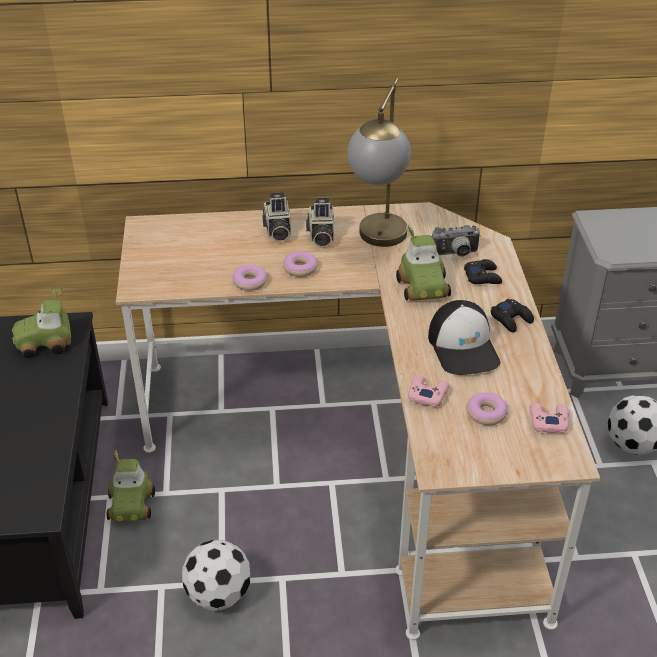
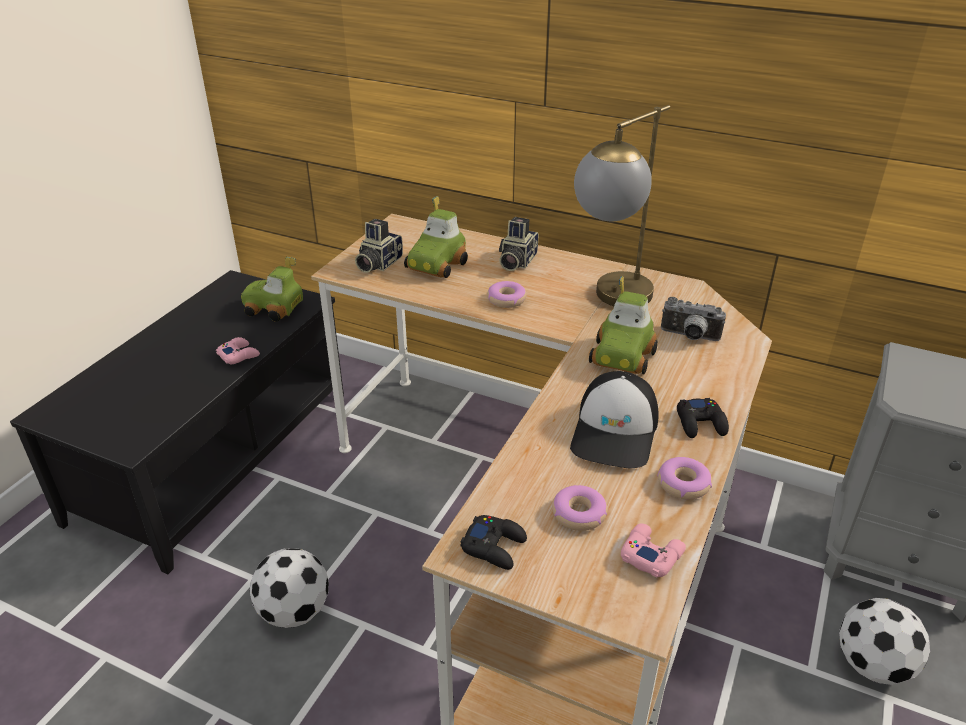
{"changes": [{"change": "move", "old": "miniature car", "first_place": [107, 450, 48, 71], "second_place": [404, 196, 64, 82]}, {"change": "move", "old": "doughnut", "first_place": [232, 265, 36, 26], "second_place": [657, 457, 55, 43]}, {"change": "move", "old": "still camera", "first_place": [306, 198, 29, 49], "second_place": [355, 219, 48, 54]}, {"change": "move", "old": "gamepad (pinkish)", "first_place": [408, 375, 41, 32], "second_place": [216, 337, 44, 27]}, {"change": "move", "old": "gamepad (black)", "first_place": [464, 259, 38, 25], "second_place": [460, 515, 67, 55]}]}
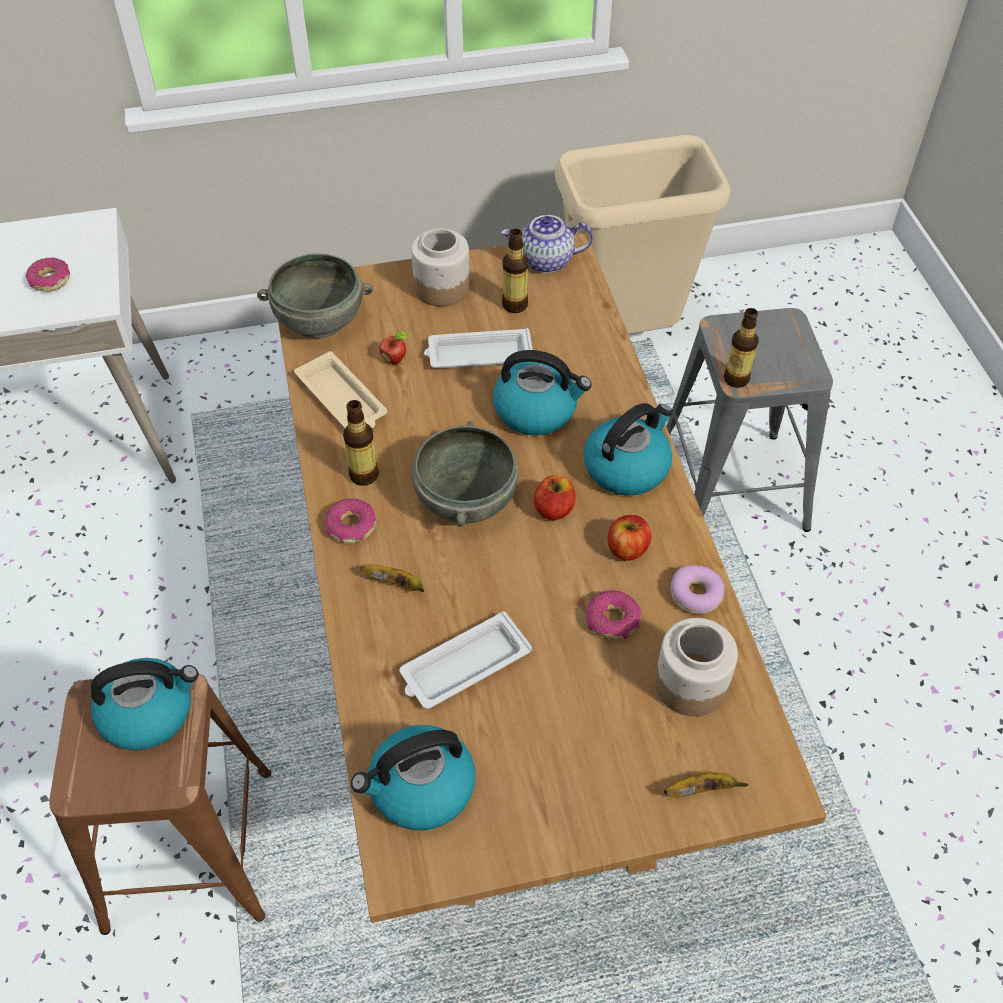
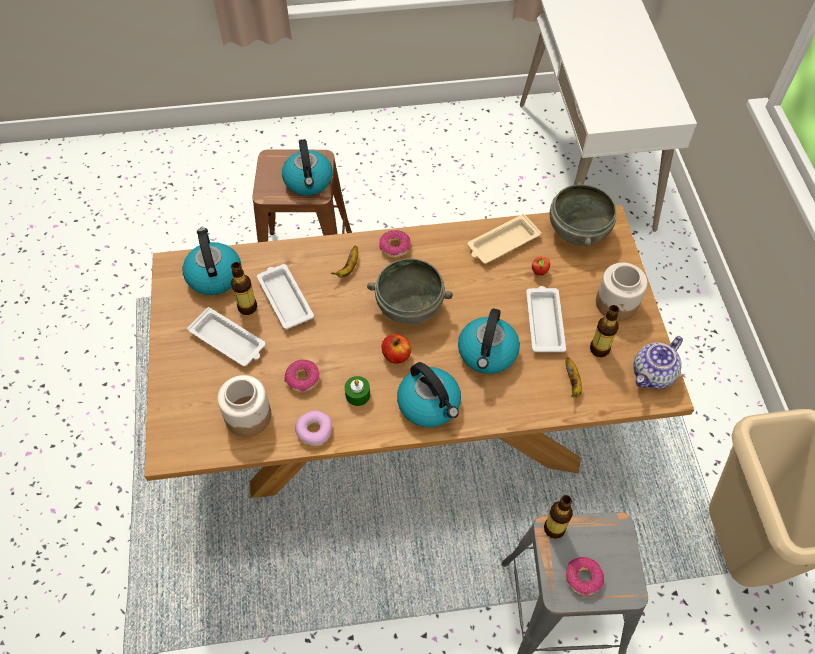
{"changes": [{"change": "insert", "new": "carrying tray (white-coloured)", "second_place": [187, 307, 78, 59]}, {"change": "move", "old": "doughnut", "first_place": [26, 258, 44, 34], "second_place": [566, 557, 38, 39]}, {"change": "move", "old": "beverage bottle", "first_place": [343, 400, 36, 86], "second_place": [231, 262, 26, 53]}, {"change": "move", "old": "banana", "first_place": [664, 772, 85, 26], "second_place": [566, 357, 16, 40]}, {"change": "replace", "old": "whole apple", "new": "wax candle (green-coloured)", "first_place": [608, 515, 44, 46], "second_place": [345, 376, 25, 30]}, {"change": "rotate", "old": "teapot", "first_place": [501, 215, 92, 58], "second_place": [633, 336, 50, 53], "degrees": -135}]}
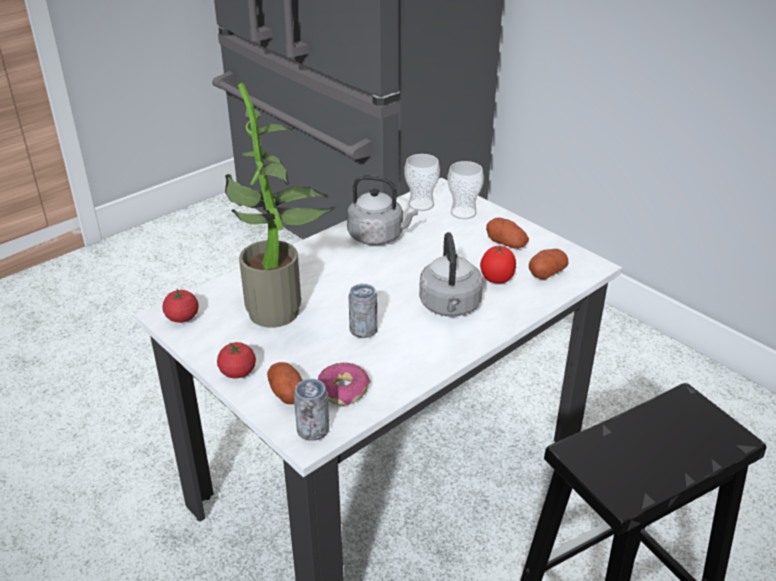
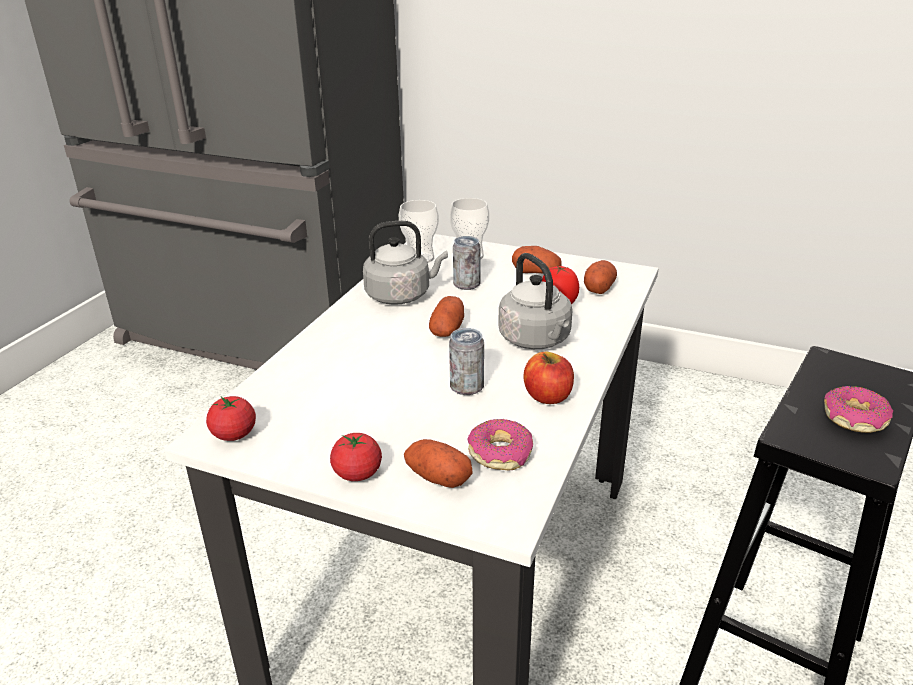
{"changes": [{"change": "delete", "old": "houseplant", "first_place": [225, 83, 111, 245]}, {"change": "insert", "new": "spud", "second_place": [429, 296, 35, 41]}, {"change": "insert", "new": "whole apple", "second_place": [523, 352, 51, 52]}, {"change": "insert", "new": "doughnut", "second_place": [824, 386, 69, 47]}, {"change": "move", "old": "can", "first_place": [294, 379, 35, 62], "second_place": [453, 236, 28, 54]}]}
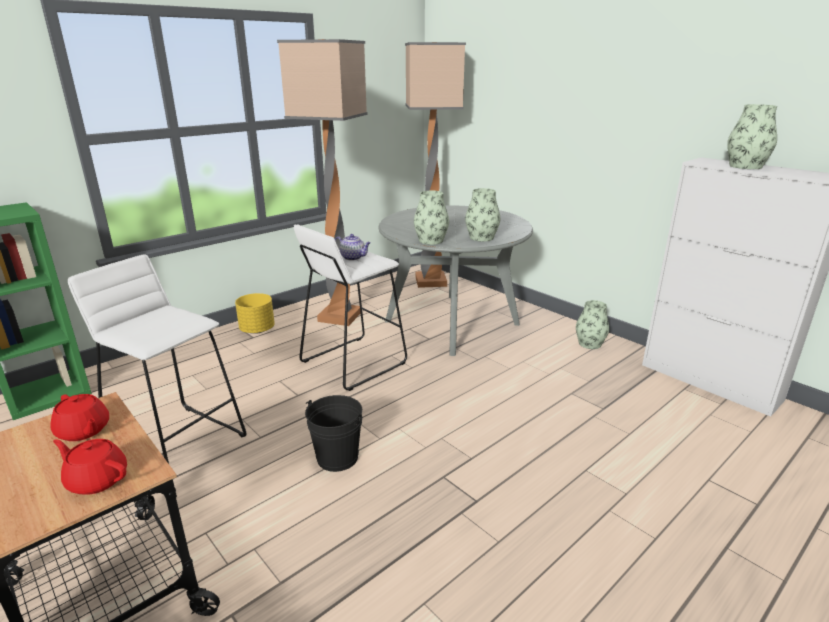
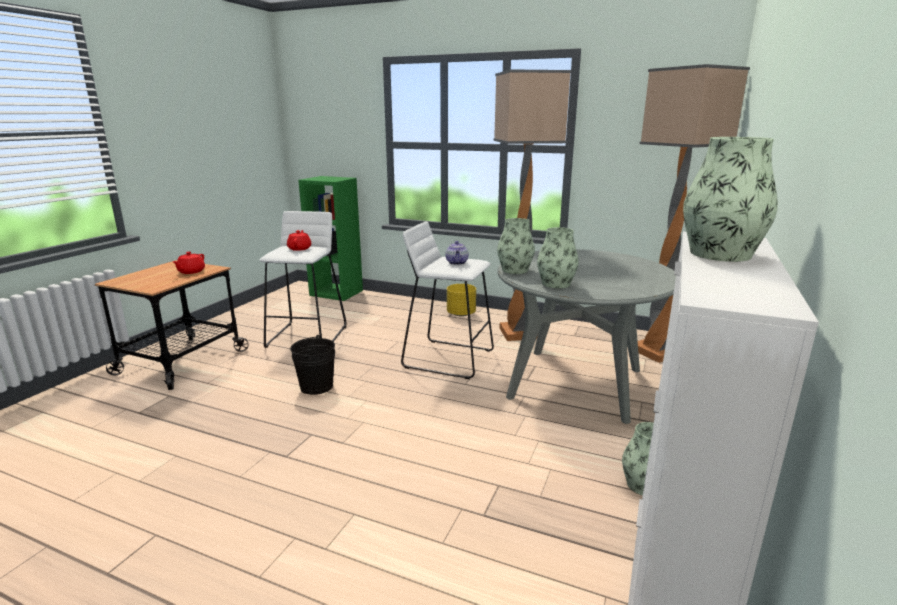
{"changes": [{"change": "move", "old": "teapot (red)", "first_place": [53, 439, 74, 56], "second_place": [287, 230, 24, 21]}]}
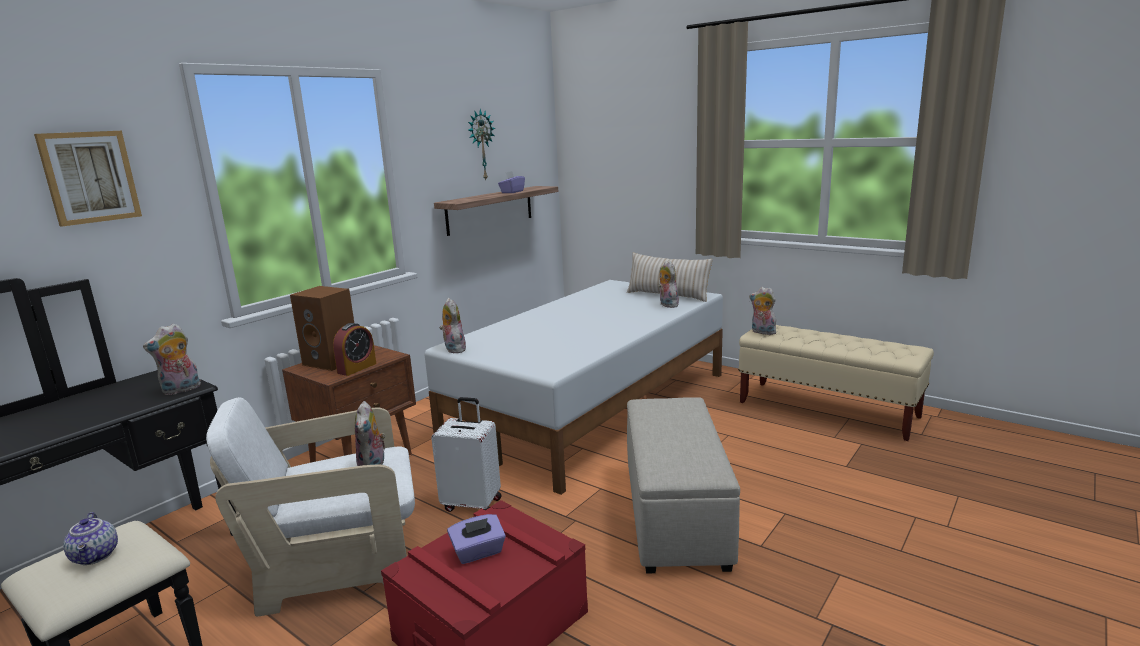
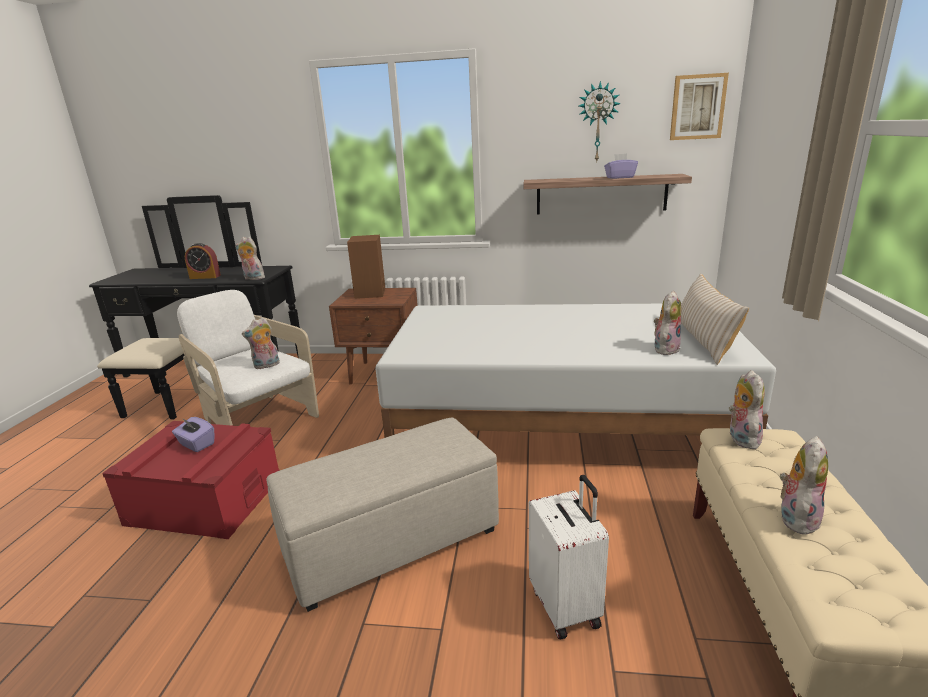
{"changes": [{"change": "delete", "old": "teapot", "first_place": [63, 512, 55, 53]}, {"change": "move", "old": "picture", "first_place": [34, 131, 108, 95], "second_place": [670, 73, 59, 67]}, {"change": "move", "old": "table clock", "first_place": [333, 323, 43, 53], "second_place": [185, 243, 36, 36]}, {"change": "move", "old": "travel case (white-coloured)", "first_place": [431, 397, 70, 115], "second_place": [529, 475, 80, 164]}, {"change": "move", "old": "cuddly toy", "first_place": [439, 298, 27, 55], "second_place": [780, 436, 48, 99]}]}
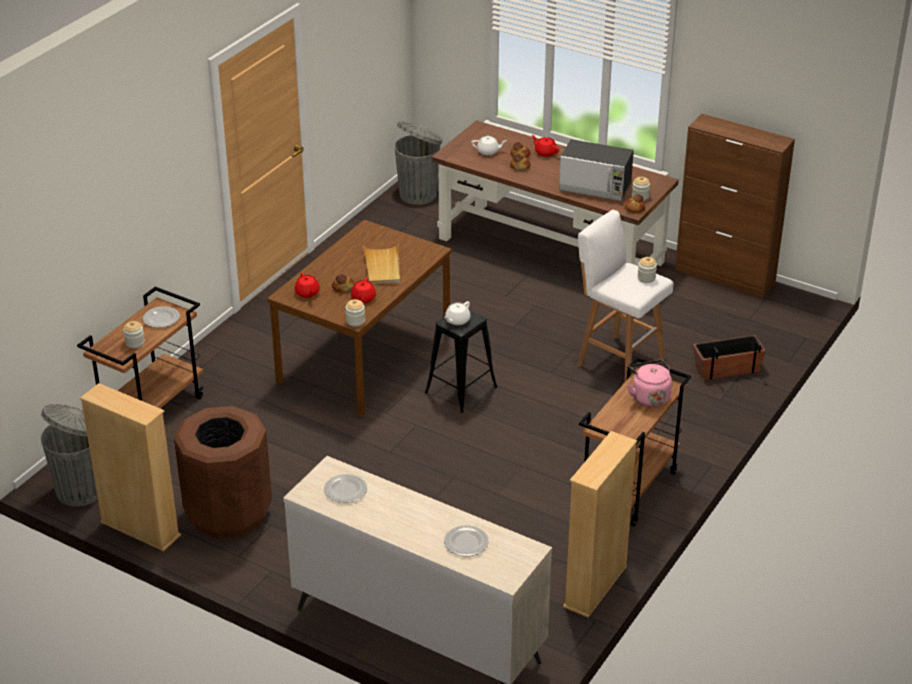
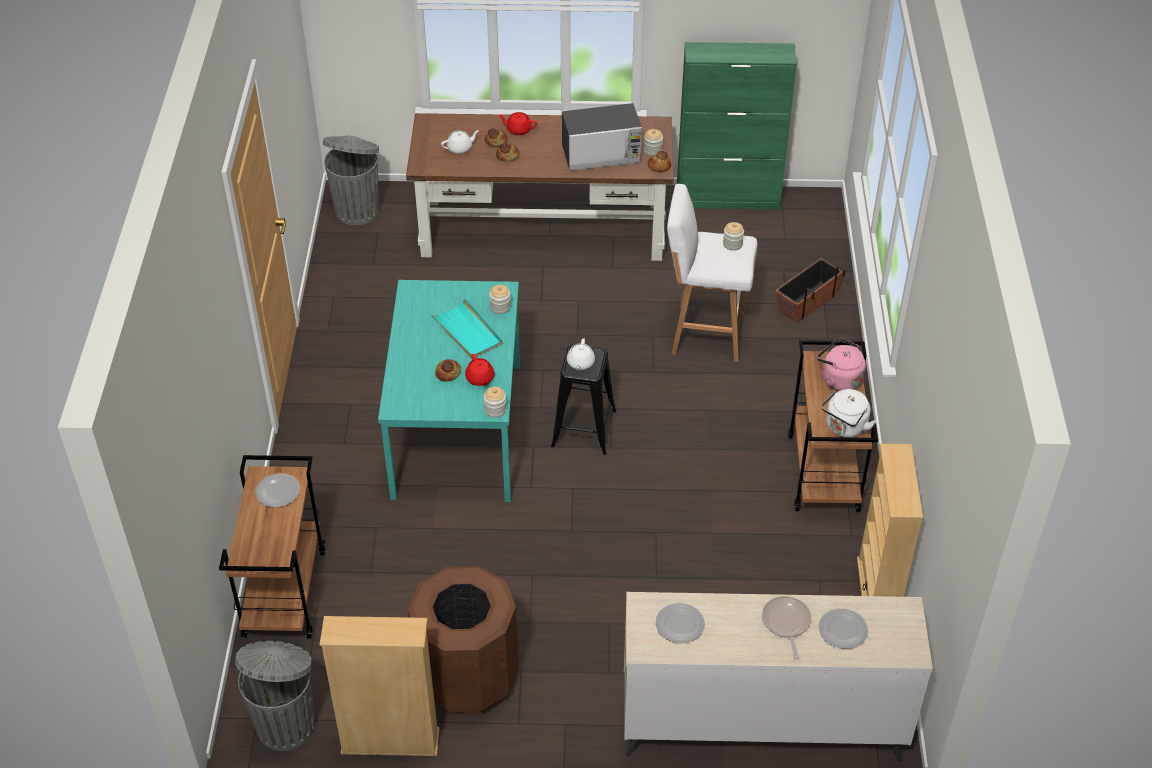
{"changes": [{"change": "delete", "old": "teapot (red)", "first_place": [295, 273, 25, 25]}, {"change": "insert", "new": "skillet", "second_place": [762, 596, 49, 63]}, {"change": "insert", "new": "kettle (white-coloured)", "second_place": [821, 389, 55, 48]}, {"change": "move", "old": "storage jar", "first_place": [123, 321, 22, 27], "second_place": [489, 285, 22, 29]}, {"change": "recolor", "old": "dinner table (brown-coloured)", "new": "dinner table (turquoise)", "first_place": [267, 220, 185, 196], "second_place": [378, 280, 142, 222]}, {"change": "recolor", "old": "carrying tray (beige-coloured)", "new": "carrying tray (turquoise)", "first_place": [363, 244, 37, 40], "second_place": [430, 298, 73, 61]}, {"change": "recolor", "old": "cupboard (brown-coloured)", "new": "cupboard (green-coloured)", "first_place": [675, 114, 120, 184], "second_place": [677, 42, 120, 167]}]}
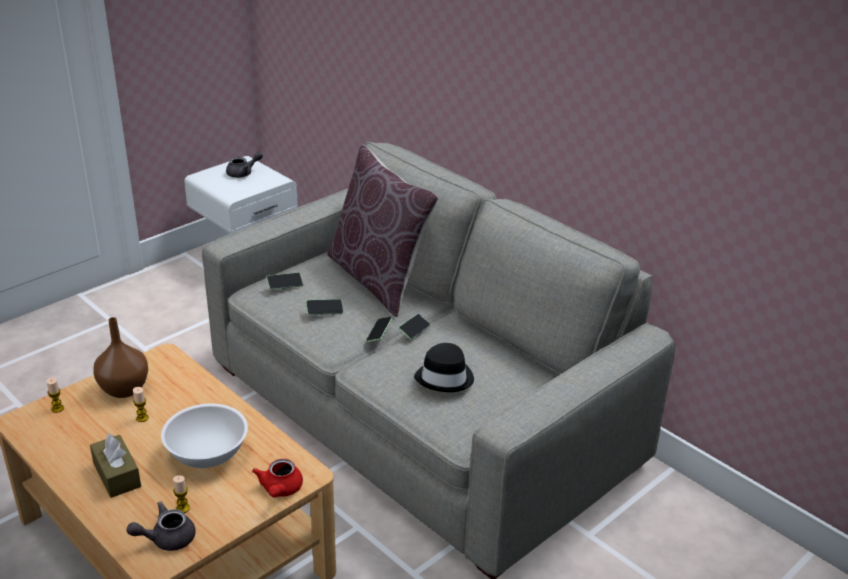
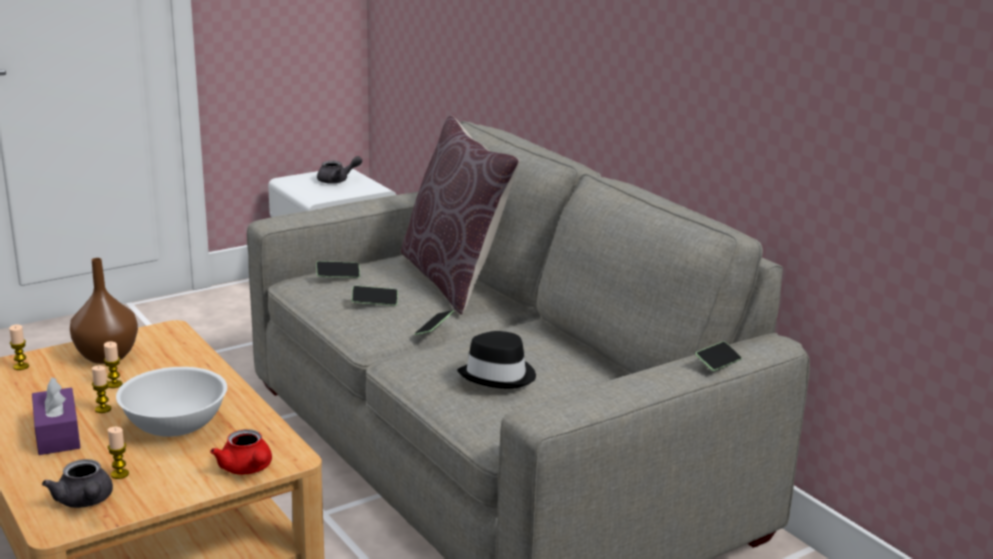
{"changes": [{"change": "insert", "new": "wax candle", "second_place": [92, 366, 19, 47]}, {"change": "move", "old": "handset", "first_place": [398, 314, 32, 25], "second_place": [695, 341, 47, 30]}, {"change": "recolor", "old": "tissue box (brown-coloured)", "new": "tissue box (purple)", "first_place": [90, 434, 51, 64], "second_place": [32, 377, 49, 78]}, {"change": "rotate", "old": "teapot (grey)", "first_place": [126, 501, 70, 50], "second_place": [42, 459, 71, 49], "degrees": -105}, {"change": "rotate", "old": "teapot (red)", "first_place": [252, 459, 51, 39], "second_place": [210, 429, 62, 46], "degrees": -45}]}
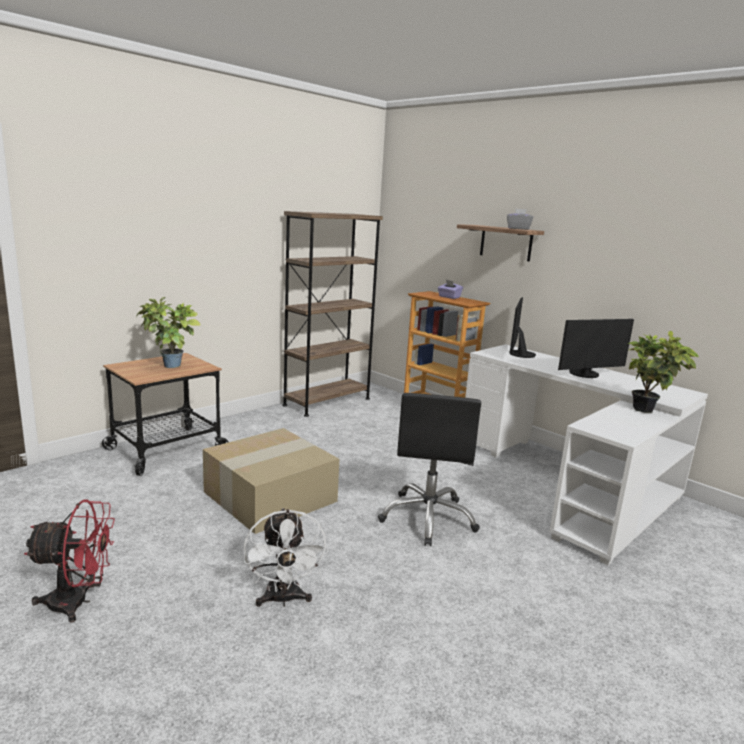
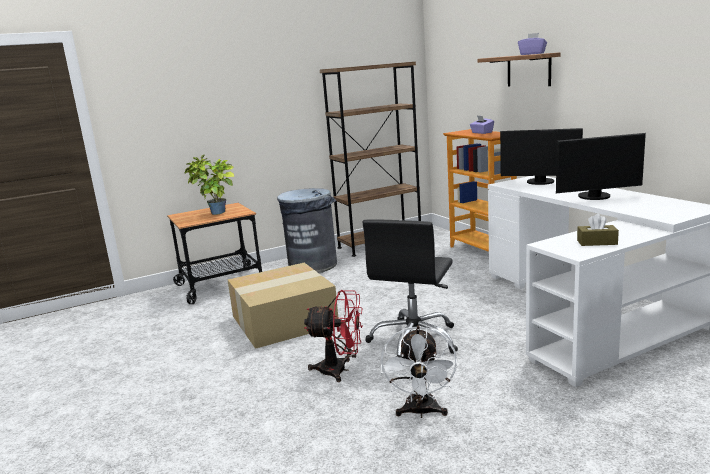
{"changes": [{"change": "delete", "old": "houseplant", "first_place": [627, 330, 72, 83]}, {"change": "insert", "new": "trash can (grey)", "second_place": [277, 188, 60, 85]}, {"change": "insert", "new": "tissue box (brown-coloured)", "second_place": [577, 214, 42, 32]}, {"change": "move", "old": "fan (red)", "first_place": [24, 500, 91, 123], "second_place": [304, 290, 59, 92]}, {"change": "move", "old": "fan (white-coloured)", "first_place": [243, 508, 85, 99], "second_place": [381, 326, 77, 92]}, {"change": "recolor", "old": "tissue box (grey)", "new": "tissue box (purple)", "first_place": [507, 209, 26, 21], "second_place": [518, 33, 29, 22]}, {"change": "rotate", "old": "computer display", "first_place": [509, 297, 27, 61], "second_place": [500, 128, 83, 57], "degrees": -105}]}
